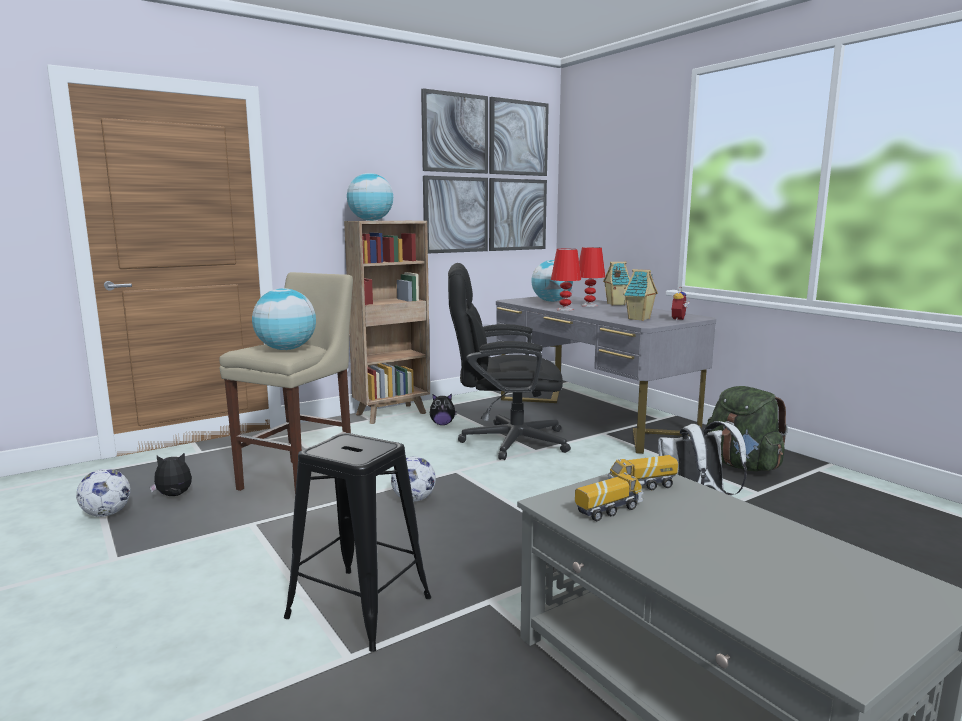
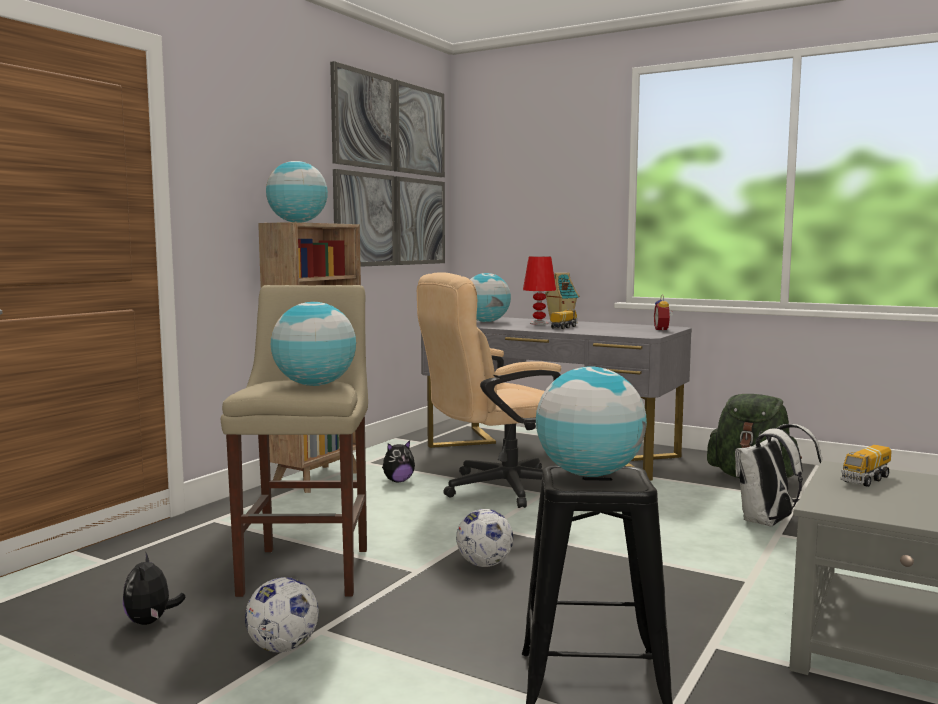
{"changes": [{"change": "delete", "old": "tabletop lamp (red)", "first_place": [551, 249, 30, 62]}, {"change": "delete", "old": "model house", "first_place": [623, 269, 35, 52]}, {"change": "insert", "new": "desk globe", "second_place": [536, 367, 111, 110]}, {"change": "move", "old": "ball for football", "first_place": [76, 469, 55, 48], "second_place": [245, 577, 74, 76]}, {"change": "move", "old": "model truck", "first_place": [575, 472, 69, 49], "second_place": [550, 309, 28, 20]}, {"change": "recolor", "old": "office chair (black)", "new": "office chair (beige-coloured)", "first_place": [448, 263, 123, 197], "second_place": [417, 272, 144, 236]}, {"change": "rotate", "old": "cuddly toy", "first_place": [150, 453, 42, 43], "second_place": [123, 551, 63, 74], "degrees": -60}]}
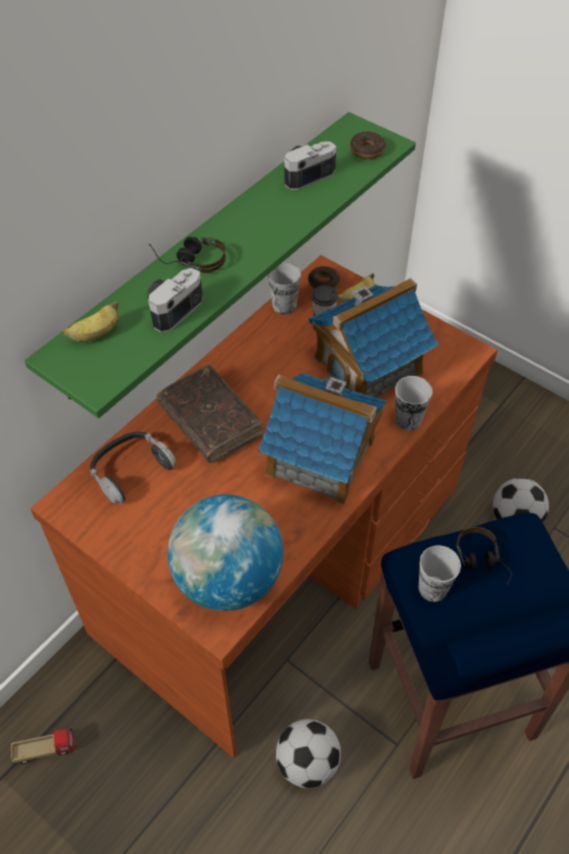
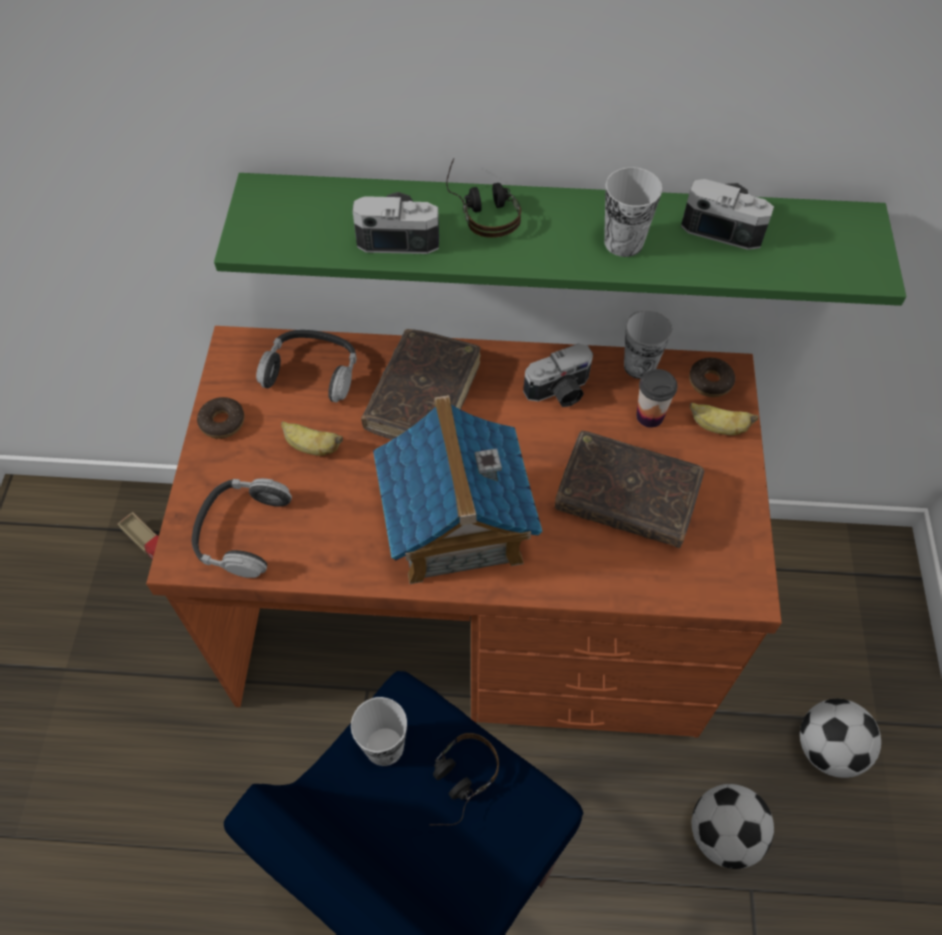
{"changes": [{"change": "insert", "new": "still camera", "second_place": [523, 344, 70, 63]}, {"change": "move", "old": "banana", "first_place": [63, 301, 56, 41], "second_place": [281, 421, 62, 35]}, {"change": "move", "old": "ball for football", "first_place": [276, 719, 65, 69], "second_place": [800, 699, 81, 79]}, {"change": "move", "old": "doughnut", "first_place": [350, 132, 36, 27], "second_place": [197, 397, 47, 42]}, {"change": "move", "old": "cup", "first_place": [395, 376, 38, 55], "second_place": [604, 167, 59, 90]}, {"change": "replace", "old": "desk globe", "new": "pair of headphones", "first_place": [168, 495, 115, 116], "second_place": [192, 478, 100, 100]}, {"change": "replace", "old": "model house", "new": "book (brown-coloured)", "first_place": [308, 278, 130, 119], "second_place": [555, 431, 149, 117]}]}
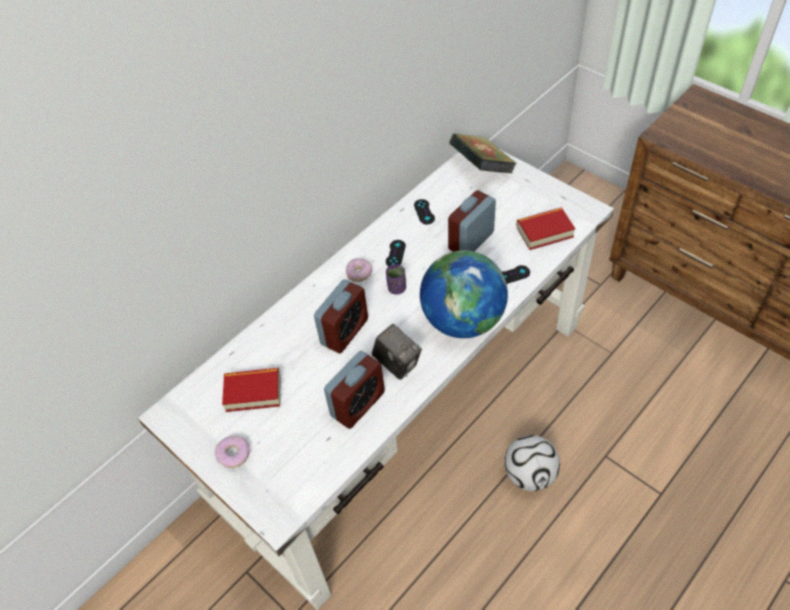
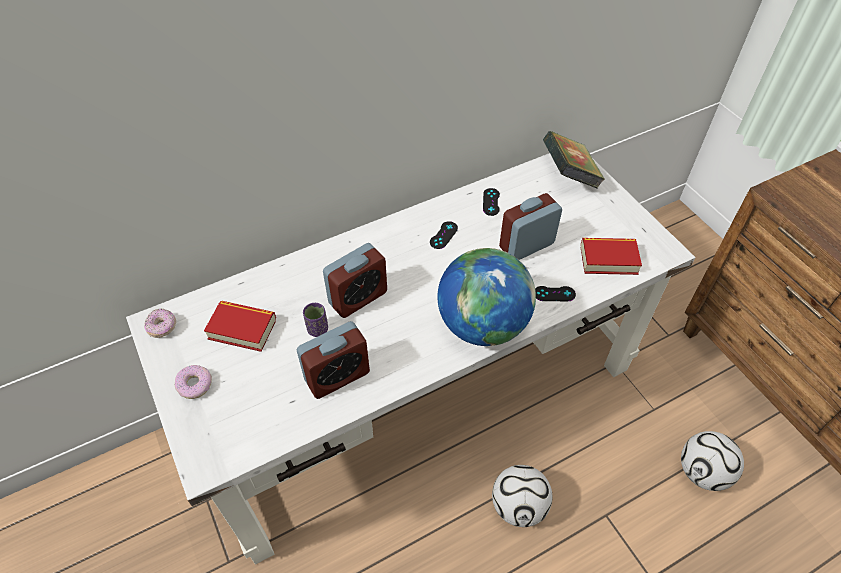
{"changes": [{"change": "delete", "old": "still camera", "first_place": [372, 324, 50, 56]}, {"change": "insert", "new": "ball for football", "second_place": [681, 431, 63, 60]}, {"change": "move", "old": "doughnut", "first_place": [346, 258, 26, 24], "second_place": [144, 308, 32, 30]}, {"change": "move", "old": "cup (purple)", "first_place": [386, 264, 20, 31], "second_place": [303, 303, 25, 34]}]}
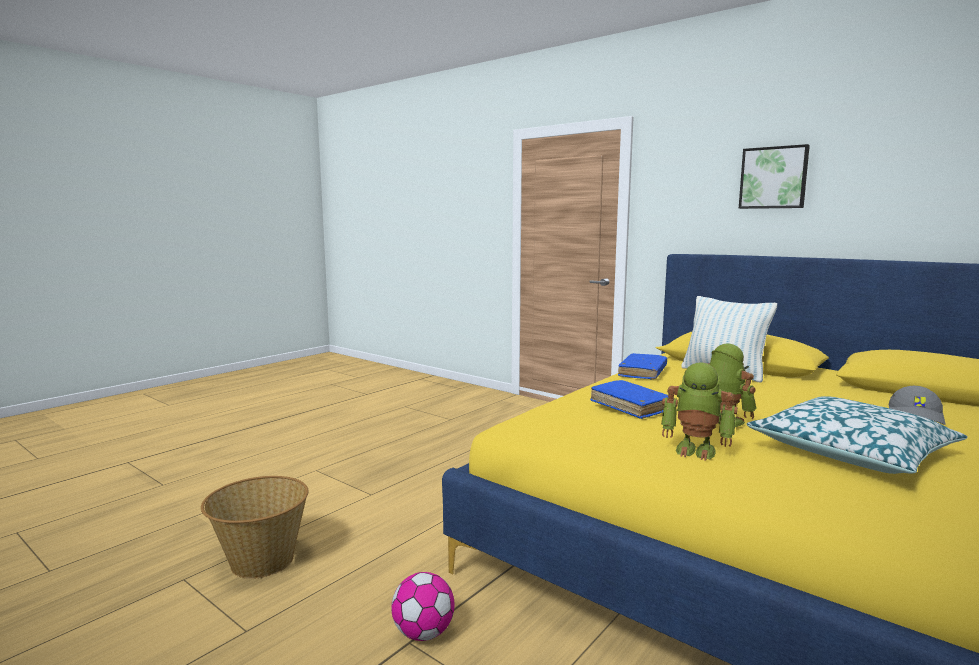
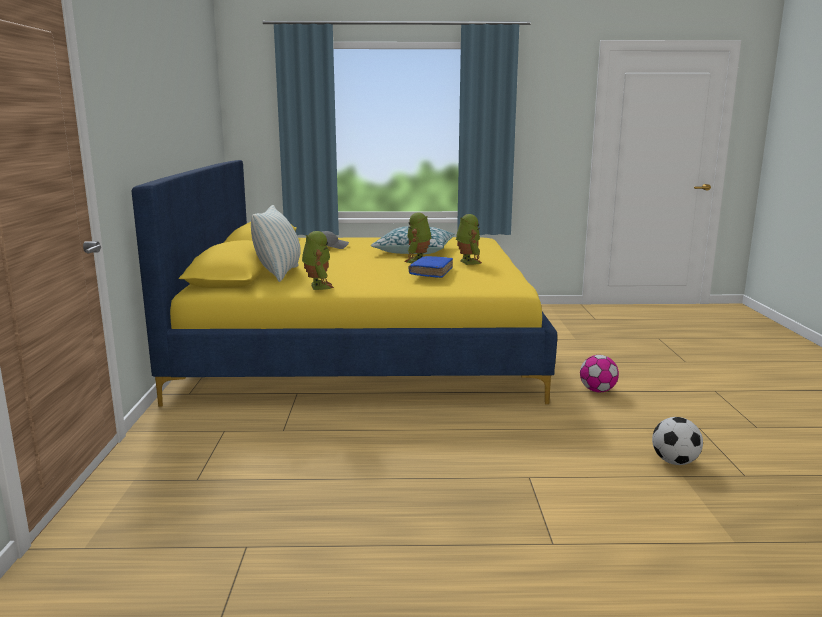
{"changes": [{"change": "delete", "old": "picture", "first_place": [739, 144, 71, 65]}, {"change": "replace", "old": "household basket", "new": "ball for football", "first_place": [201, 476, 108, 103], "second_place": [652, 417, 51, 48]}, {"change": "replace", "old": "book (blue)", "new": "model robot", "first_place": [618, 353, 49, 26], "second_place": [302, 231, 32, 59]}]}
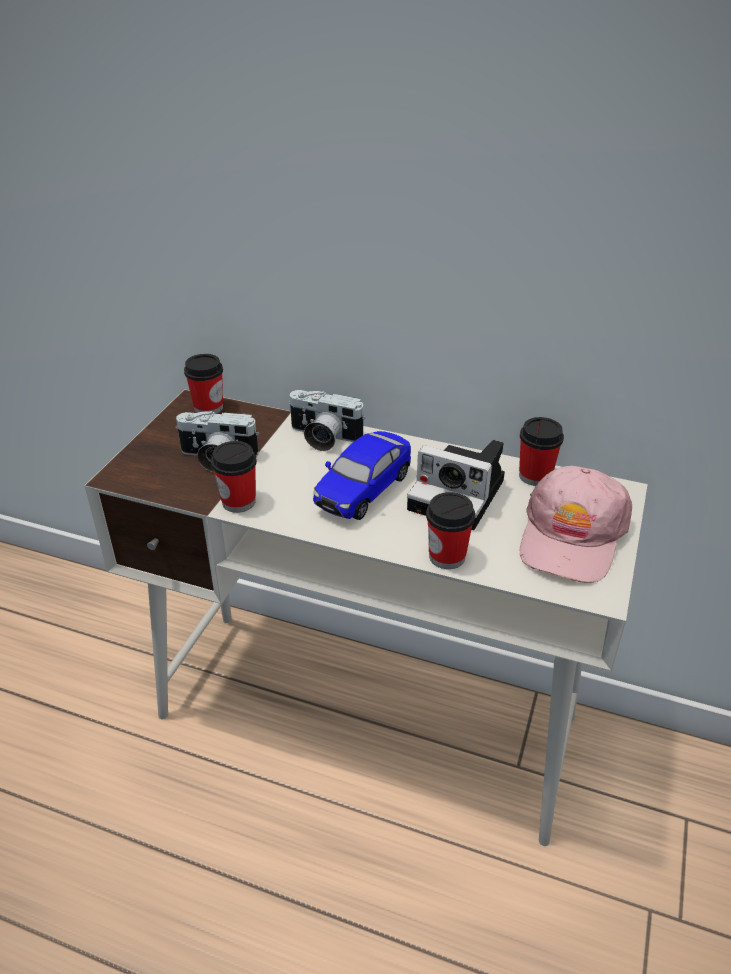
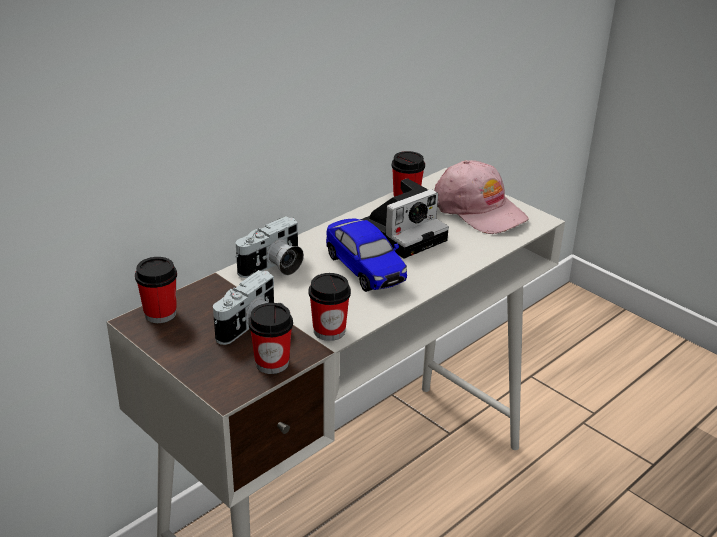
{"changes": [{"change": "move", "old": "cup", "first_place": [426, 492, 49, 77], "second_place": [248, 303, 45, 71]}]}
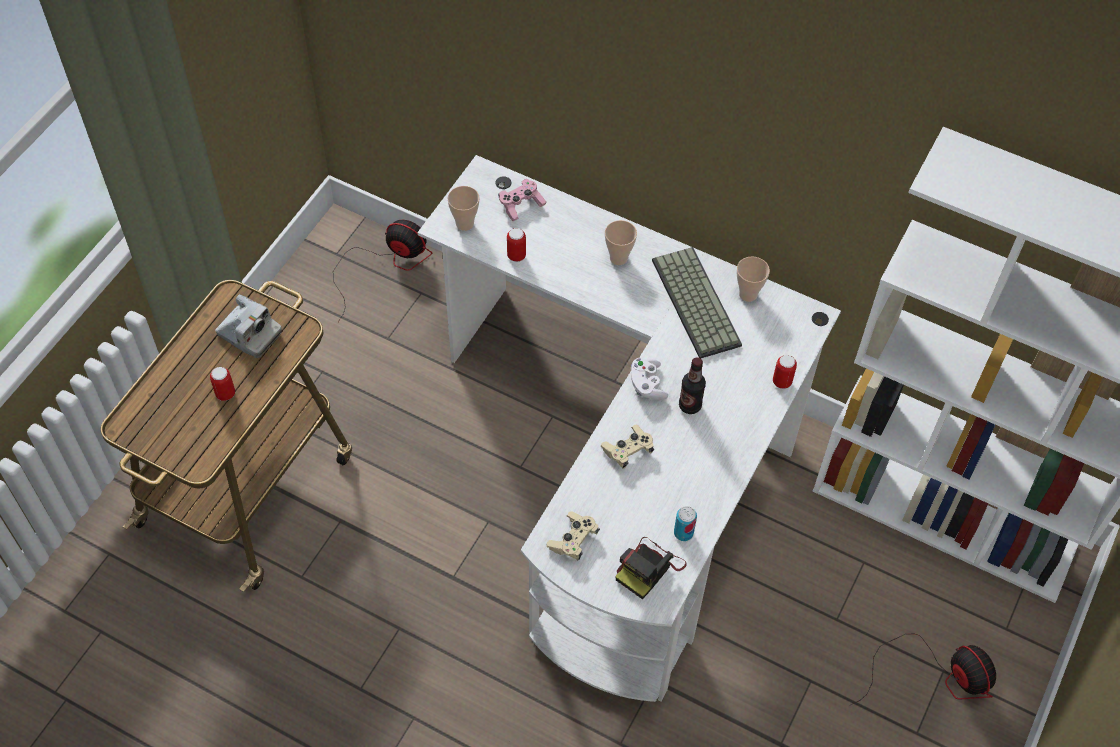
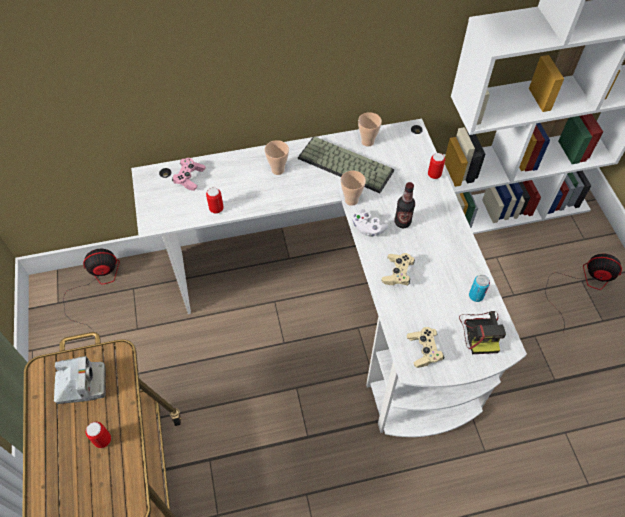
{"changes": [{"change": "move", "old": "cup", "first_place": [447, 186, 32, 45], "second_place": [341, 171, 25, 35]}]}
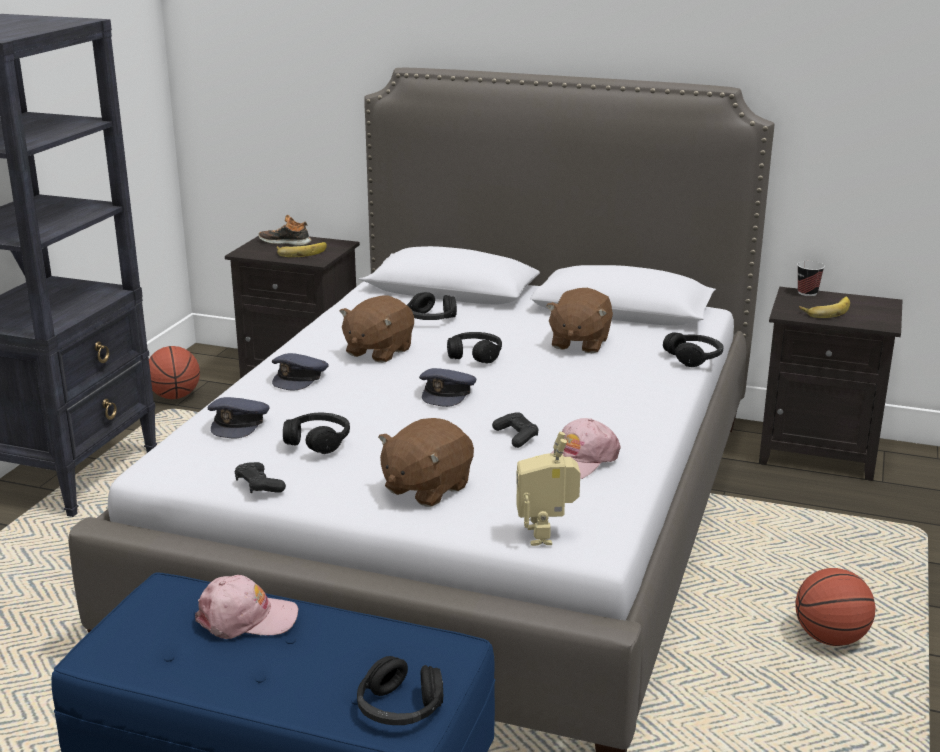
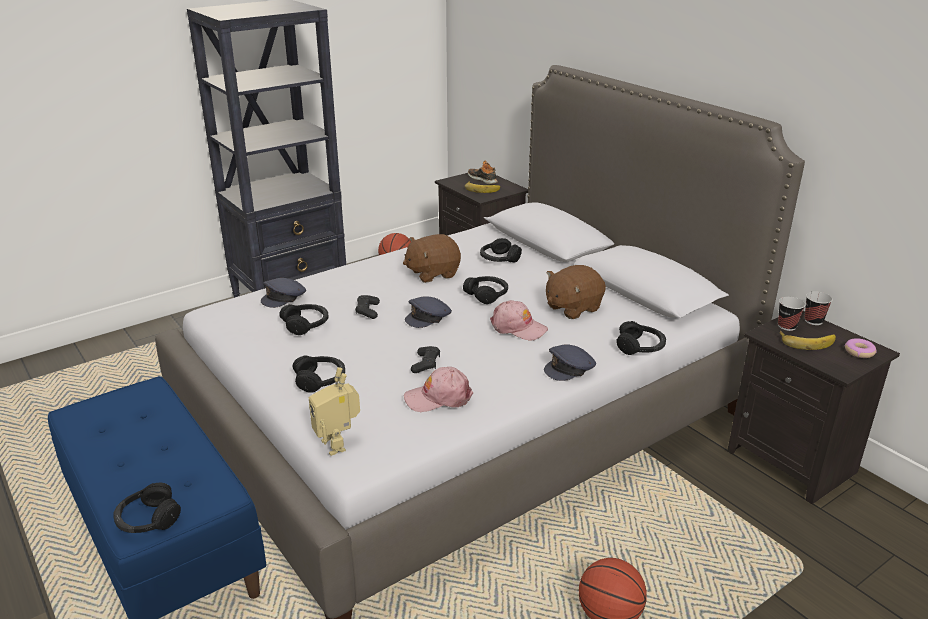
{"changes": [{"change": "insert", "new": "cup", "second_place": [778, 297, 28, 34]}, {"change": "insert", "new": "doughnut", "second_place": [845, 338, 32, 20]}, {"change": "move", "old": "cap (pinkish)", "first_place": [195, 575, 103, 64], "second_place": [490, 300, 58, 41]}, {"change": "move", "old": "gamepad (black)", "first_place": [235, 462, 51, 31], "second_place": [355, 295, 25, 24]}, {"change": "move", "old": "cap (grey)", "first_place": [272, 353, 57, 37], "second_place": [544, 344, 52, 37]}, {"change": "replace", "old": "cuddly toy (brown-coloured)", "new": "pair of headphones (black)", "first_place": [378, 418, 96, 89], "second_place": [293, 356, 52, 37]}, {"change": "rotate", "old": "model robot", "first_place": [516, 432, 64, 114], "second_place": [309, 367, 51, 89], "degrees": -60}]}
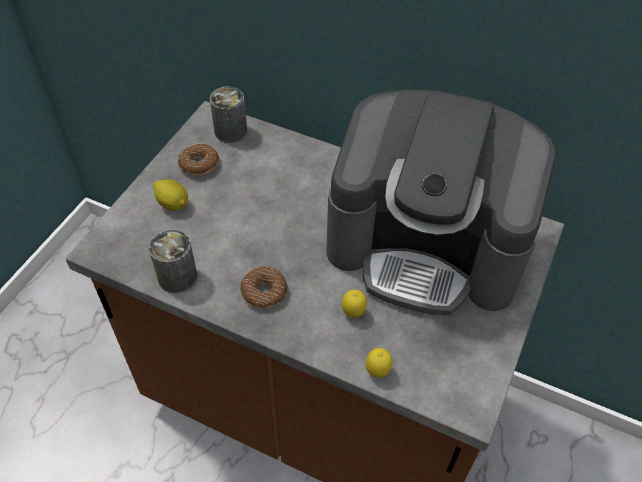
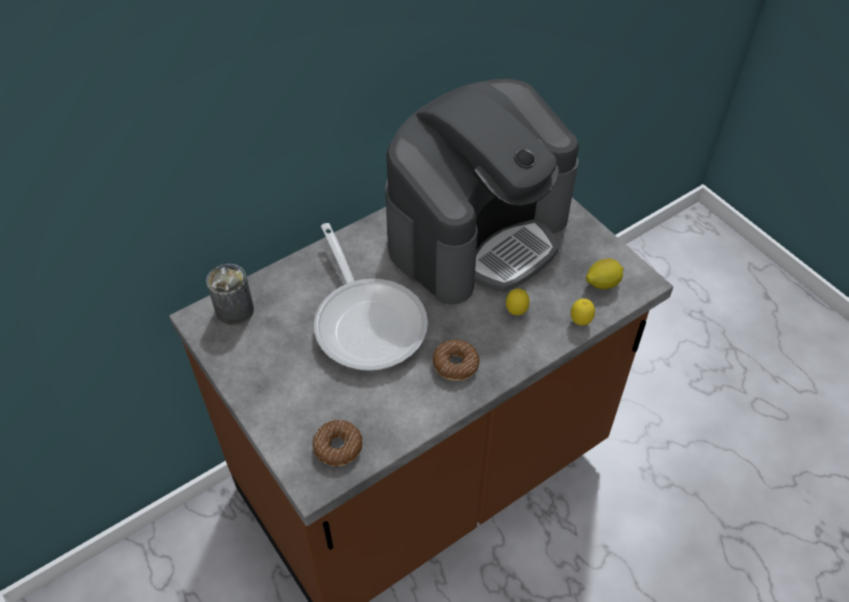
{"changes": [{"change": "delete", "old": "can", "first_place": [149, 230, 48, 63]}, {"change": "insert", "new": "skillet", "second_place": [314, 223, 114, 148]}, {"change": "move", "old": "whole lemon", "first_place": [153, 179, 35, 32], "second_place": [586, 259, 38, 30]}, {"change": "move", "old": "doughnut", "first_place": [178, 144, 41, 32], "second_place": [312, 420, 51, 46]}]}
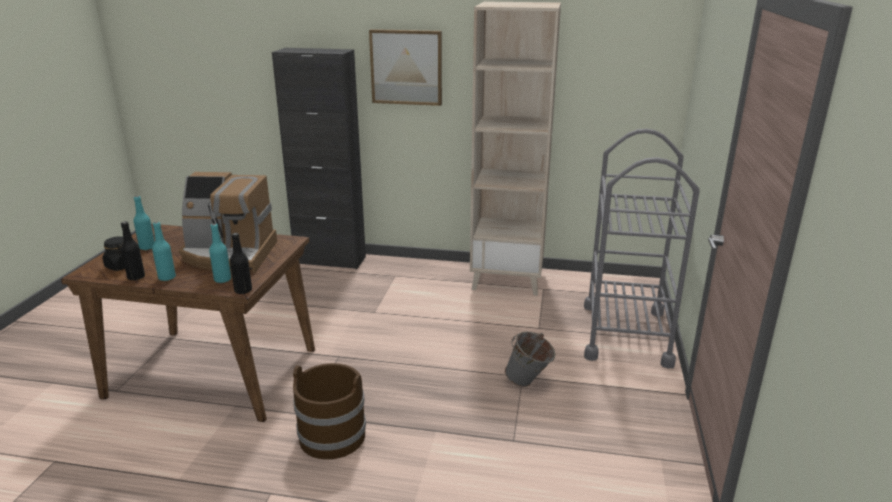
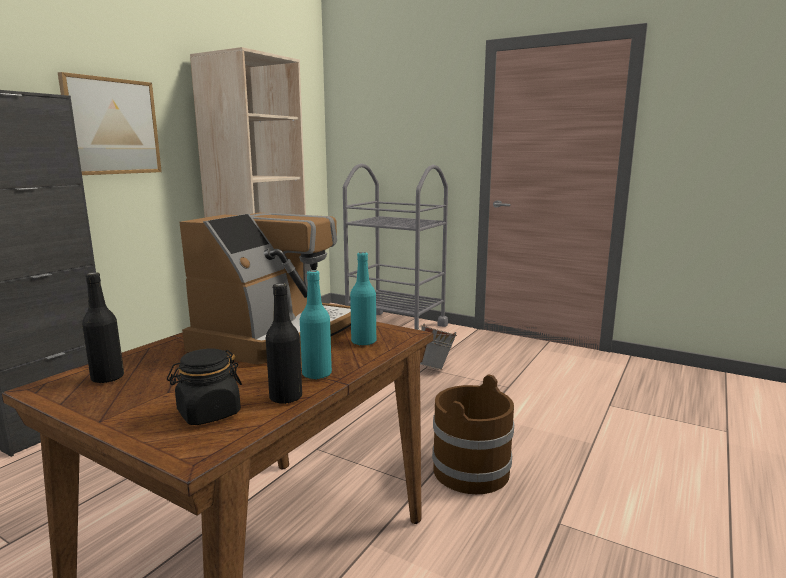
{"changes": [{"change": "delete", "old": "beverage bottle (turquoise)", "first_place": [134, 196, 21, 54]}, {"change": "move", "old": "beverage bottle (black)", "first_place": [230, 233, 22, 61], "second_place": [82, 272, 42, 112]}]}
